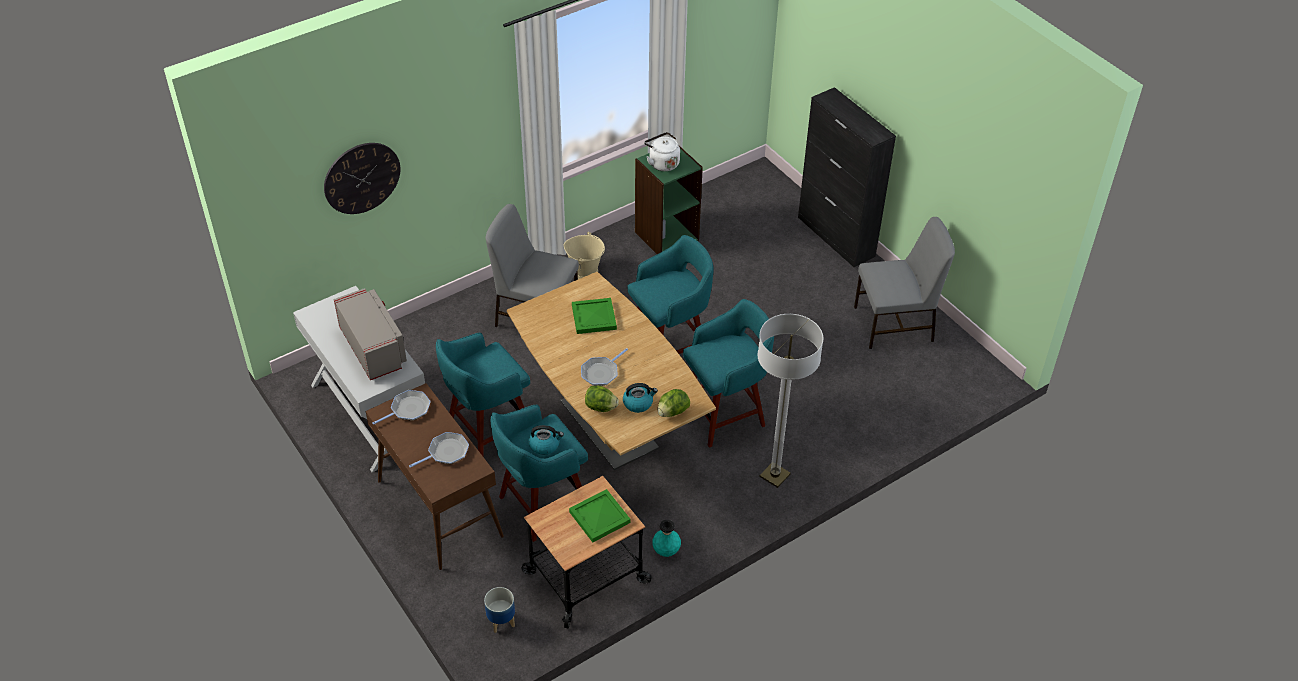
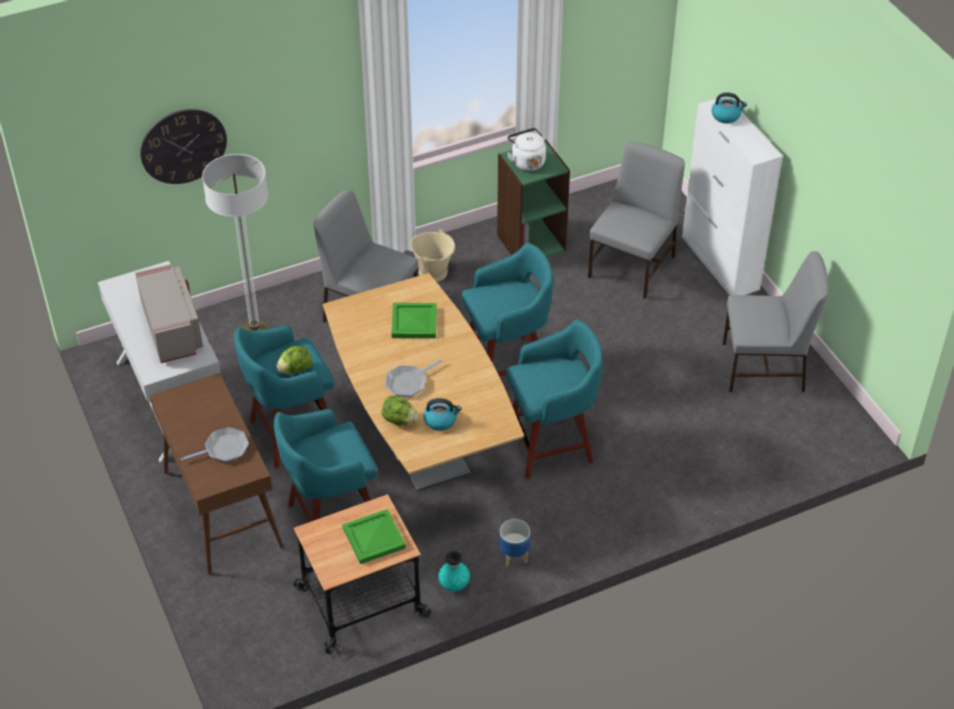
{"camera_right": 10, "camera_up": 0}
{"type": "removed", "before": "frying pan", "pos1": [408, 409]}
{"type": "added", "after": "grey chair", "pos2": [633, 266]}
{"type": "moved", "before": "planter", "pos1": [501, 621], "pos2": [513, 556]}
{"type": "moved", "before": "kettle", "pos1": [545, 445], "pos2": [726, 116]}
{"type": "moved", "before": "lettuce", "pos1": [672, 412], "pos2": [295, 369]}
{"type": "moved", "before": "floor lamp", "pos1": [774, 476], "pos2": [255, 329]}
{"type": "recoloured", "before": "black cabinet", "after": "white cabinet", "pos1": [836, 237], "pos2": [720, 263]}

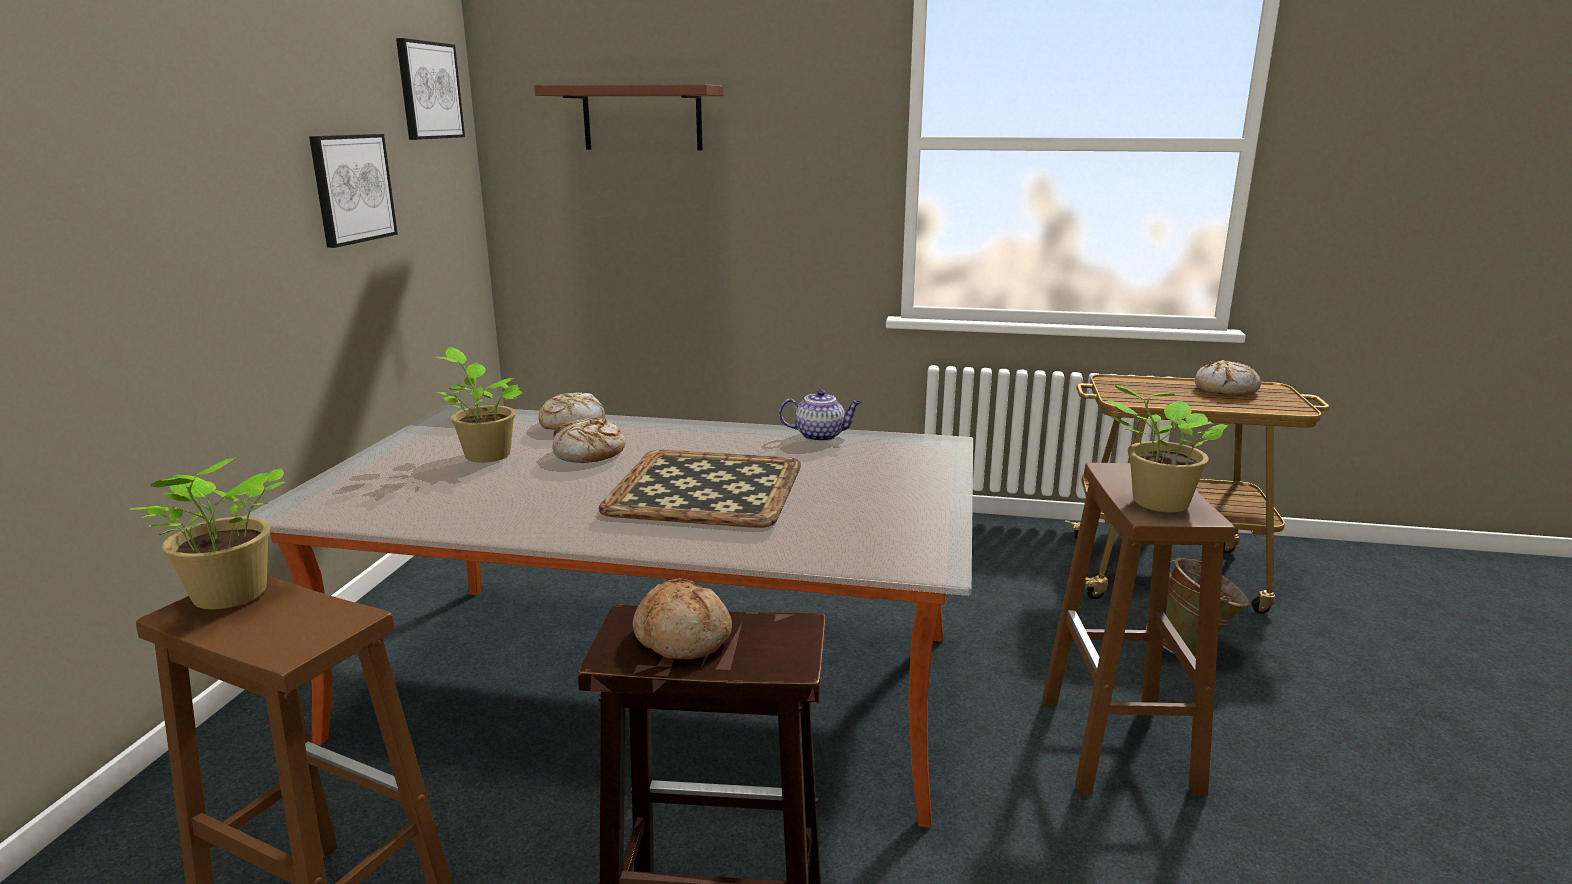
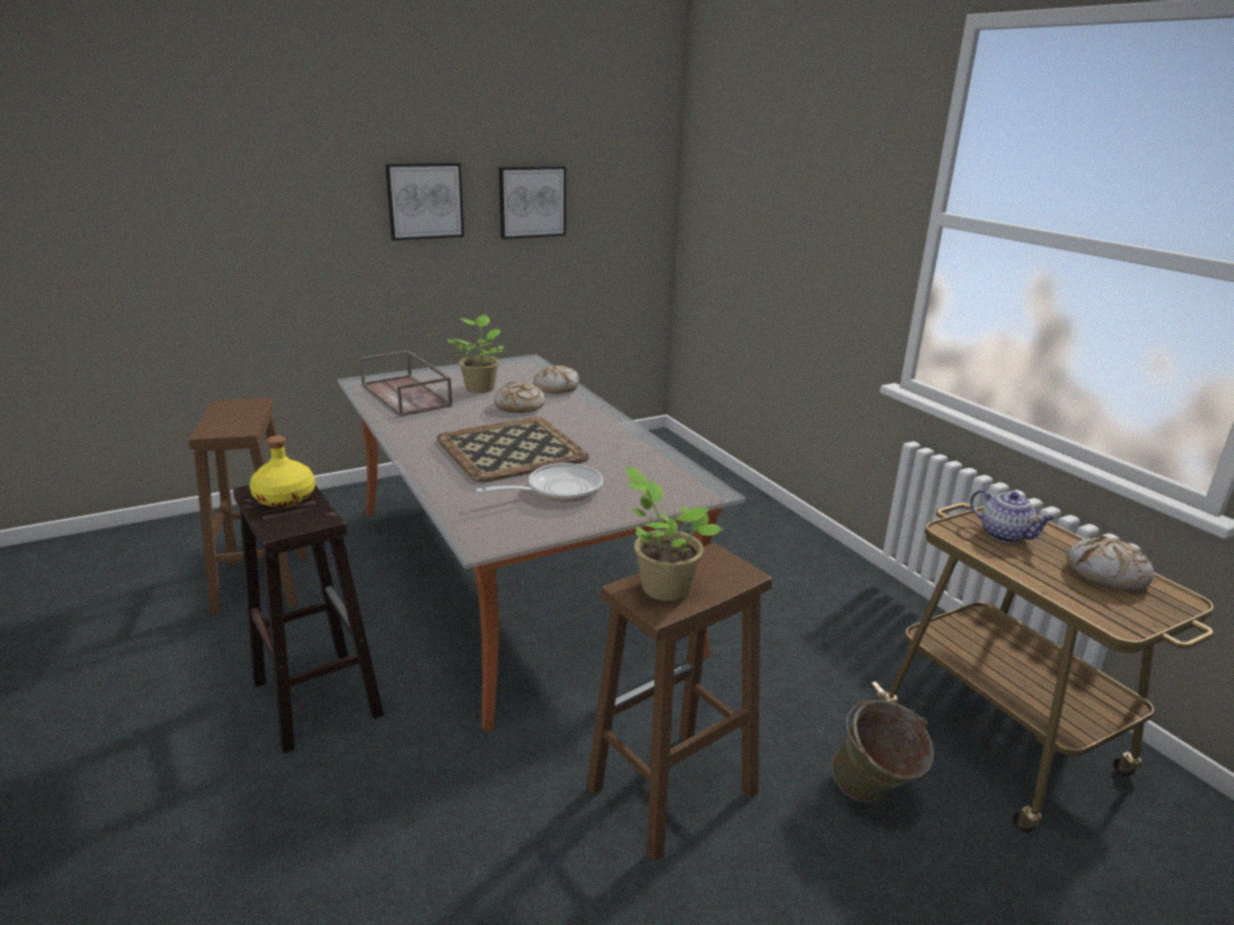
{"camera_right": 50, "camera_up": 5}
{"type": "removed", "before": "potted plant", "pos1": [228, 597]}
{"type": "removed", "before": "brown shelf", "pos1": [642, 118]}
{"type": "added", "after": "brown tray", "pos2": [407, 395]}
{"type": "added", "after": "frying pan", "pos2": [558, 490]}
{"type": "moved", "before": "picture", "pos1": [428, 90], "pos2": [425, 201]}
{"type": "moved", "before": "teapot", "pos1": [820, 436], "pos2": [1005, 535]}
{"type": "replaced", "before": "bread", "after": "yellow bottle", "pos1": [683, 637], "pos2": [285, 498]}

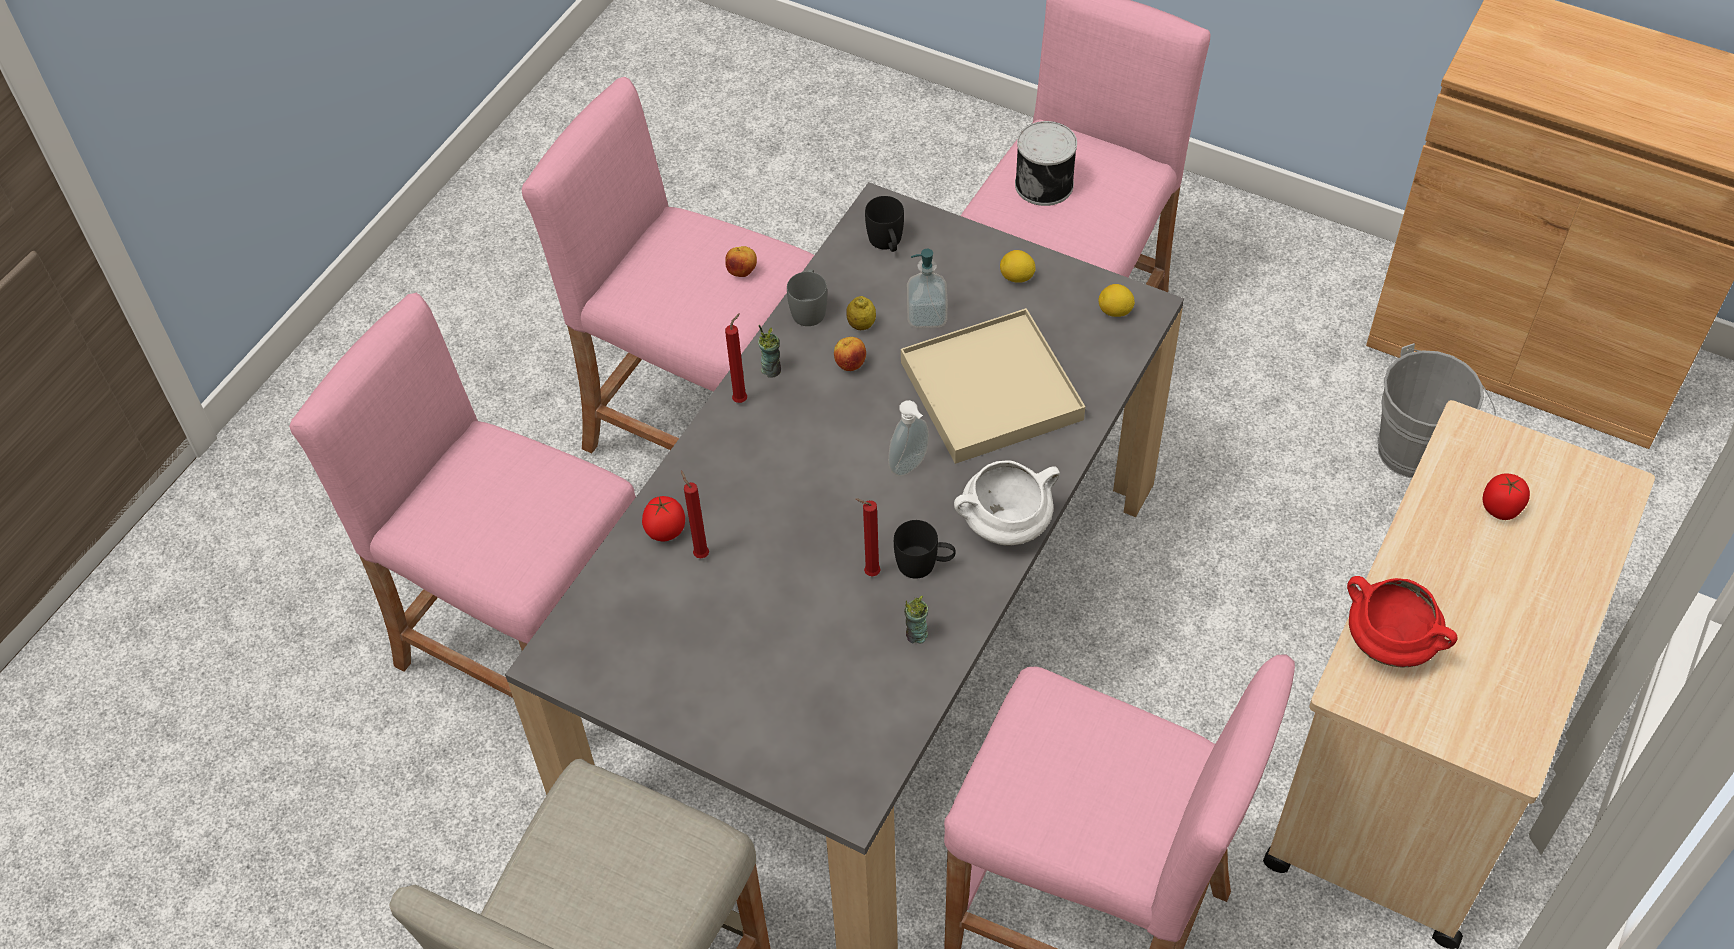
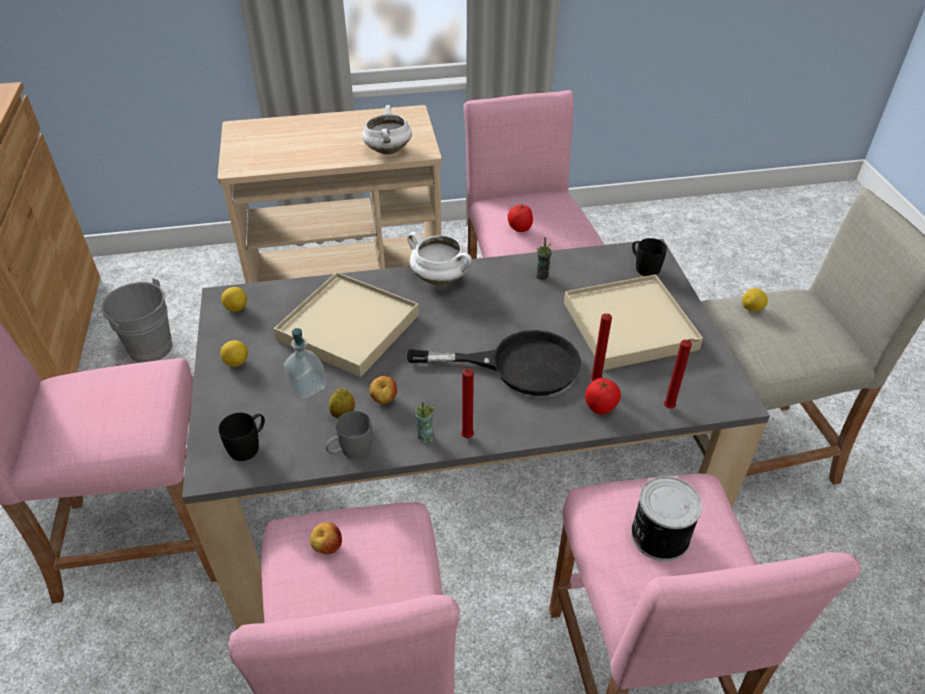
{"camera_right": -130, "camera_up": -10}
{"type": "removed", "before": "soap dispenser", "pos1": [910, 466]}
{"type": "added", "after": "black frying pan", "pos2": [518, 365]}
{"type": "added", "after": "beige tray", "pos2": [629, 326]}
{"type": "added", "after": "lemon", "pos2": [752, 309]}
{"type": "moved", "before": "red candle", "pos1": [869, 573], "pos2": [670, 408]}
{"type": "moved", "before": "black mug", "pos1": [924, 564], "pos2": [643, 267]}
{"type": "moved", "before": "can", "pos1": [1045, 184], "pos2": [658, 535]}
{"type": "moved", "before": "tomato", "pos1": [1501, 509], "pos2": [519, 229]}
{"type": "recoloured", "before": "red cooking pot", "after": "white cooking pot", "pos1": [1391, 642], "pos2": [387, 150]}

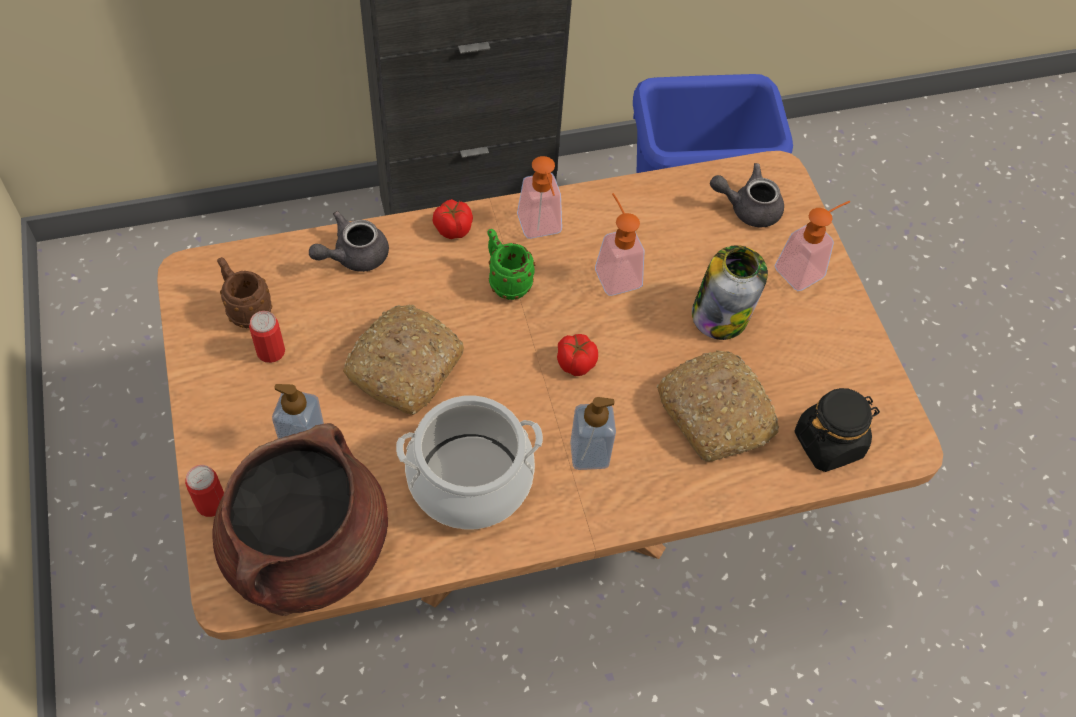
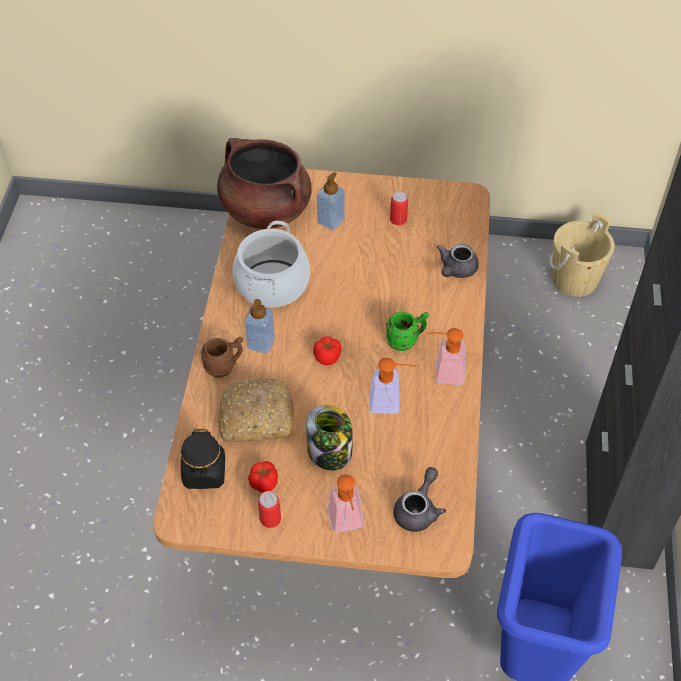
{"camera_right": 115, "camera_up": -5}
{"type": "removed", "before": "bread", "pos1": [405, 365]}
{"type": "added", "after": "beige bucket", "pos2": [574, 279]}
{"type": "moved", "before": "can", "pos1": [211, 503], "pos2": [270, 519]}
{"type": "moved", "before": "brown mug", "pos1": [246, 309], "pos2": [224, 366]}
{"type": "moved", "before": "tomato", "pos1": [452, 229], "pos2": [264, 482]}
{"type": "turned", "before": "grey teapot", "pos1": [353, 256], "pos2": [456, 270], "turn": -135}

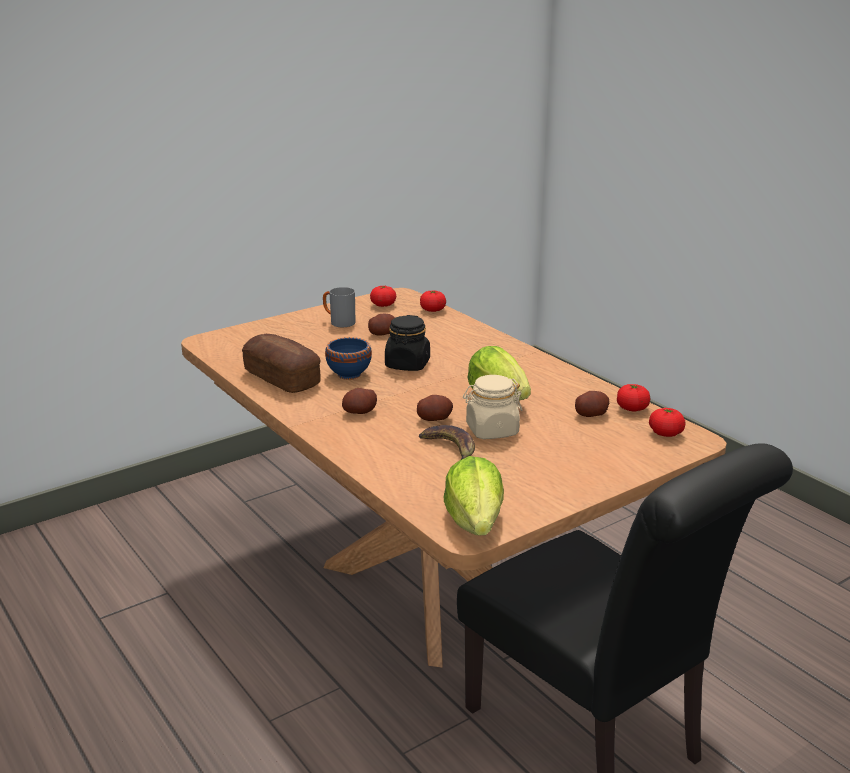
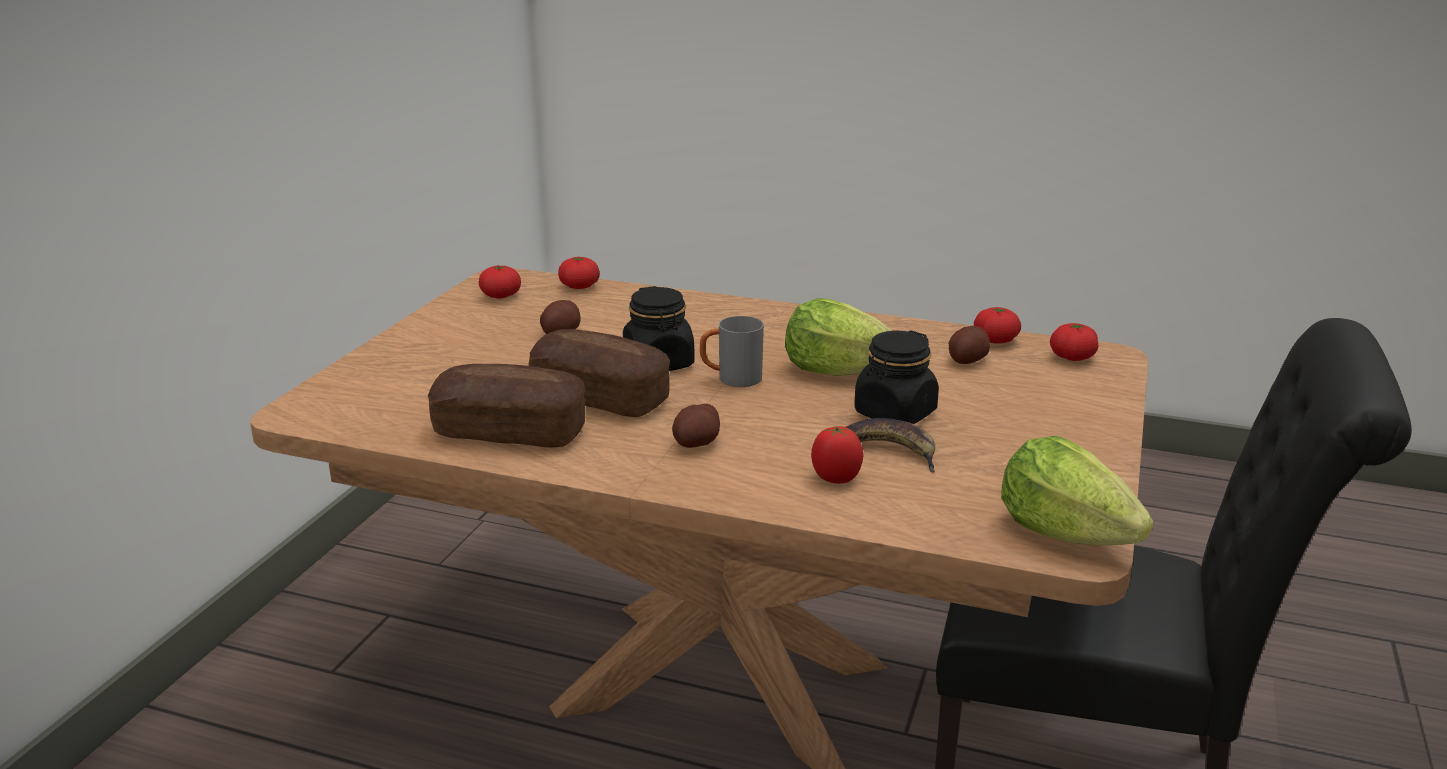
{"camera_right": -35, "camera_up": 0}
{"type": "removed", "before": "potato", "pos1": [434, 419]}
{"type": "added", "after": "tomato", "pos2": [835, 478]}
{"type": "moved", "before": "grey mug", "pos1": [338, 322], "pos2": [731, 379]}
{"type": "replaced", "before": "blue bowl", "after": "bread", "pos1": [349, 374], "pos2": [600, 397]}
{"type": "recoloured", "before": "beige jar", "after": "black jar", "pos1": [491, 430], "pos2": [895, 413]}

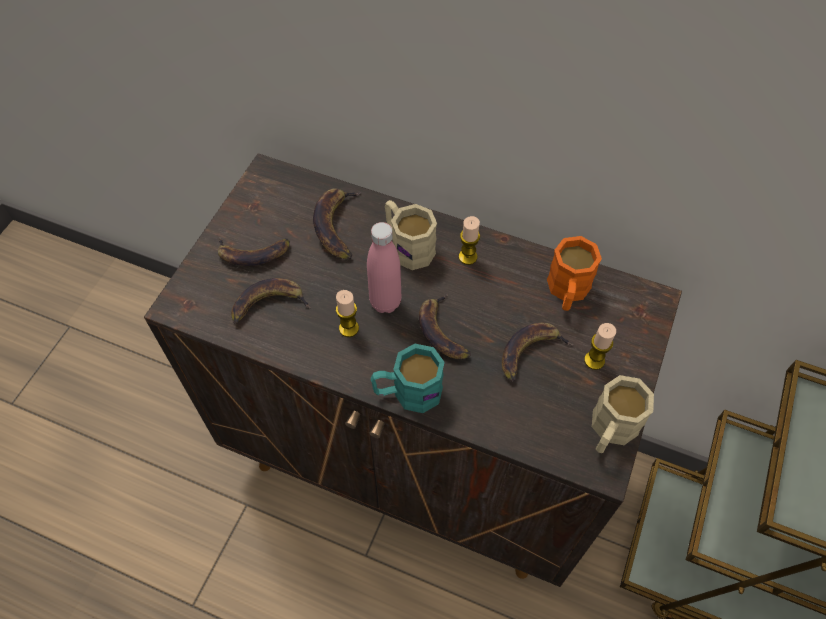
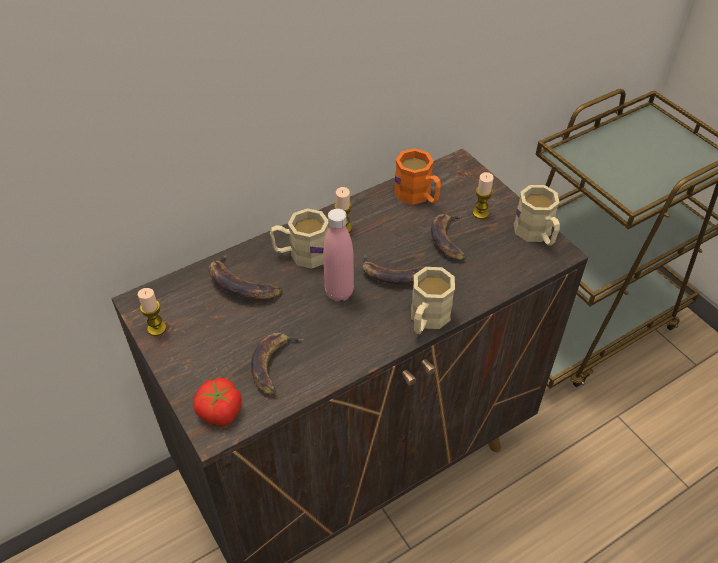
{"camera_right": -55, "camera_up": -10}
{"type": "removed", "before": "banana", "pos1": [253, 253]}
{"type": "added", "after": "tomato", "pos2": [219, 411]}
{"type": "moved", "before": "candle", "pos1": [349, 328], "pos2": [157, 328]}
{"type": "recoloured", "before": "turquoise mug", "after": "beige mug", "pos1": [407, 392], "pos2": [427, 320]}

